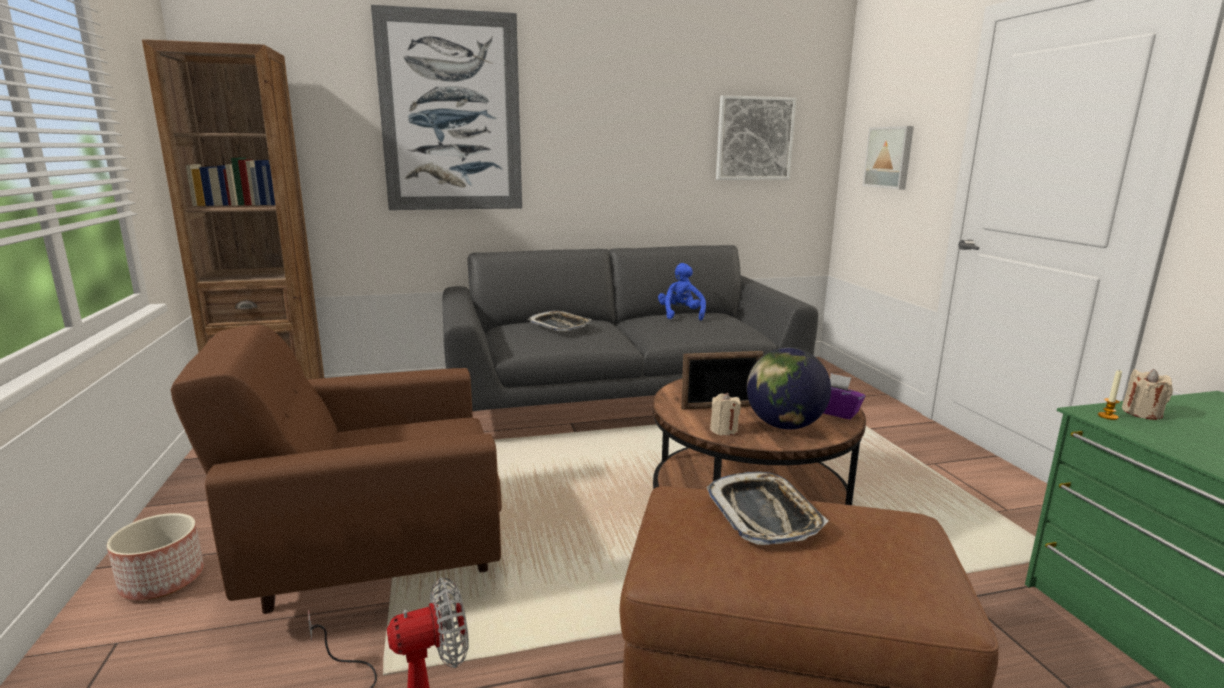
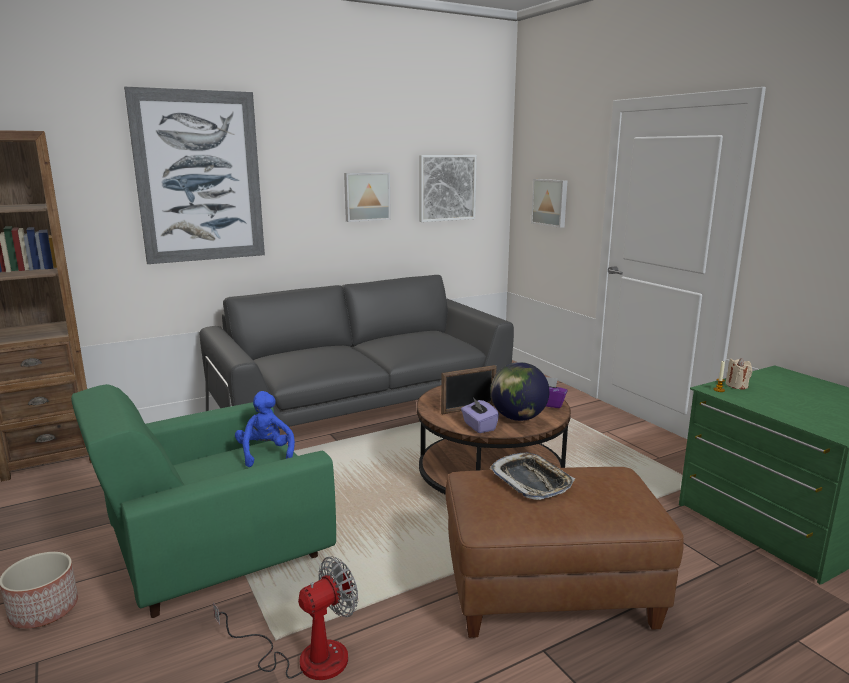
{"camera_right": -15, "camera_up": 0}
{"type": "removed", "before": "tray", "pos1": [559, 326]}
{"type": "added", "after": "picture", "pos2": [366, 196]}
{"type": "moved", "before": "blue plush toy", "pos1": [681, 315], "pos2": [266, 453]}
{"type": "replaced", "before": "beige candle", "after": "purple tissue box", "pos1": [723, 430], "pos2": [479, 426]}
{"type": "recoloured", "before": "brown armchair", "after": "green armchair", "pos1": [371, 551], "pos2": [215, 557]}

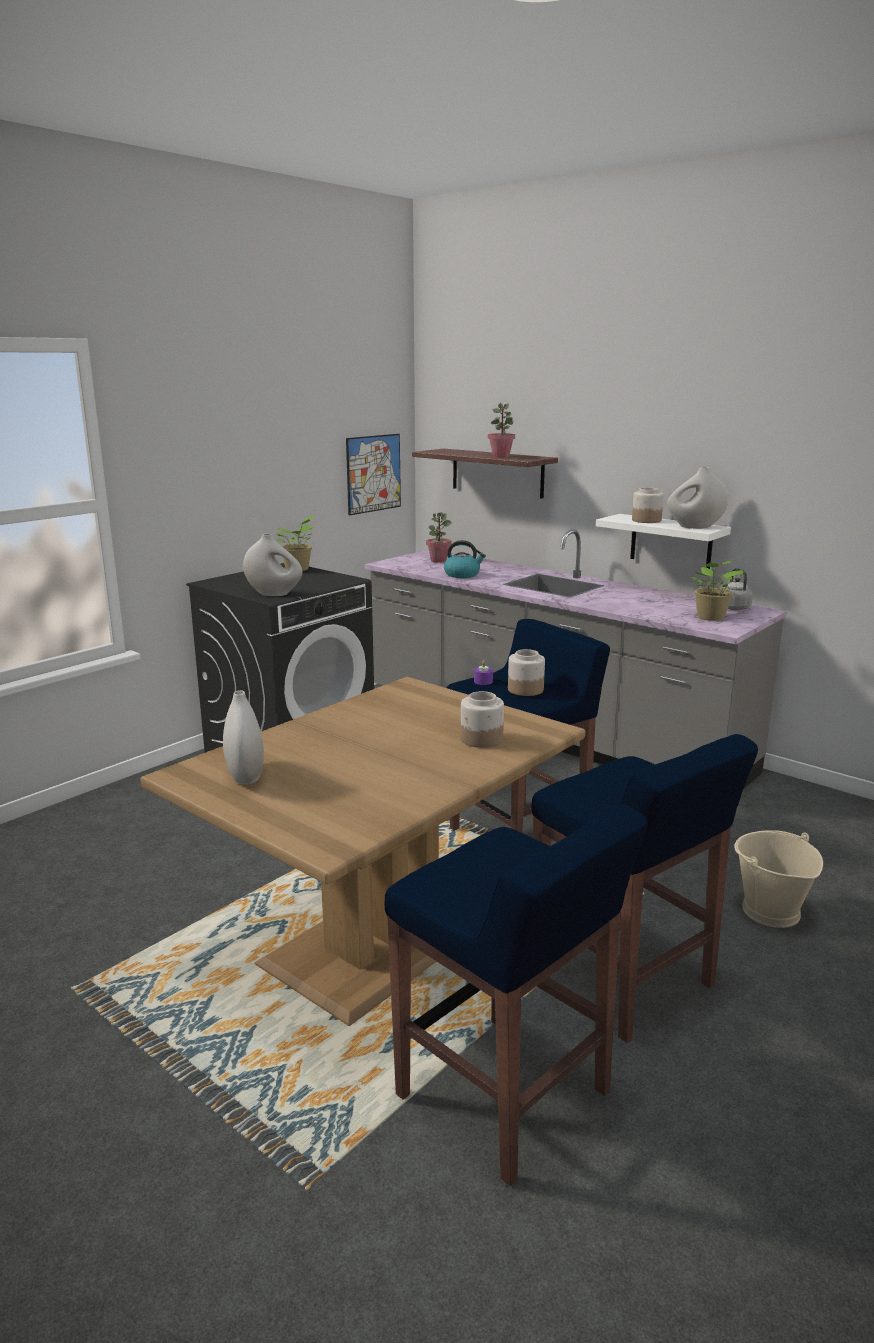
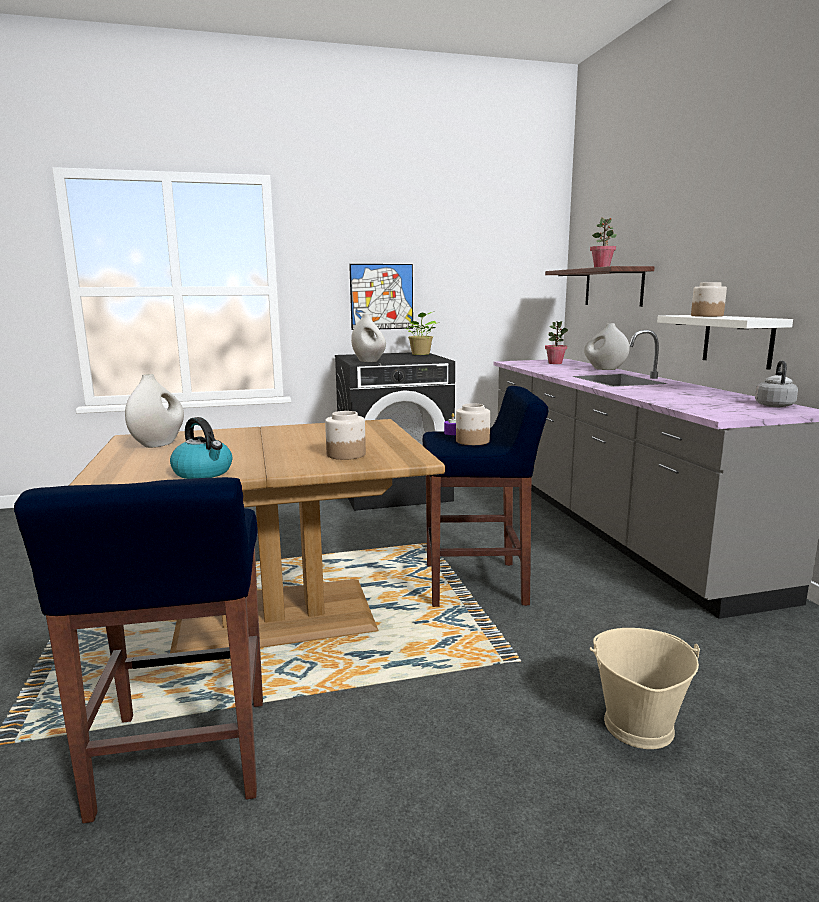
{"camera_right": 35, "camera_up": -5}
{"type": "removed", "before": "blue stool", "pos1": [624, 981]}
{"type": "removed", "before": "potted plant", "pos1": [710, 617]}
{"type": "moved", "before": "picture", "pos1": [373, 473], "pos2": [381, 297]}
{"type": "moved", "before": "kettle", "pos1": [462, 575], "pos2": [204, 473]}
{"type": "moved", "before": "white vase", "pos1": [695, 527], "pos2": [604, 369]}

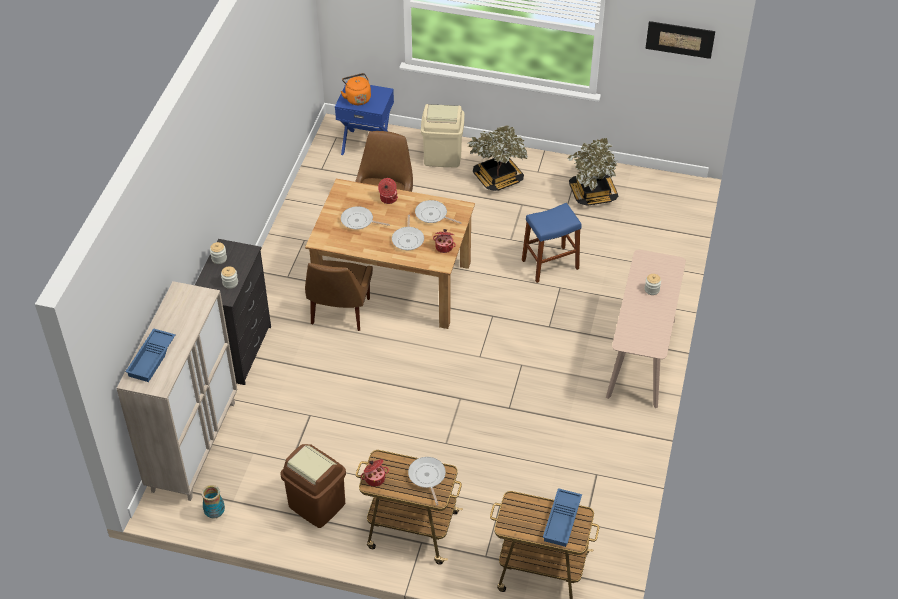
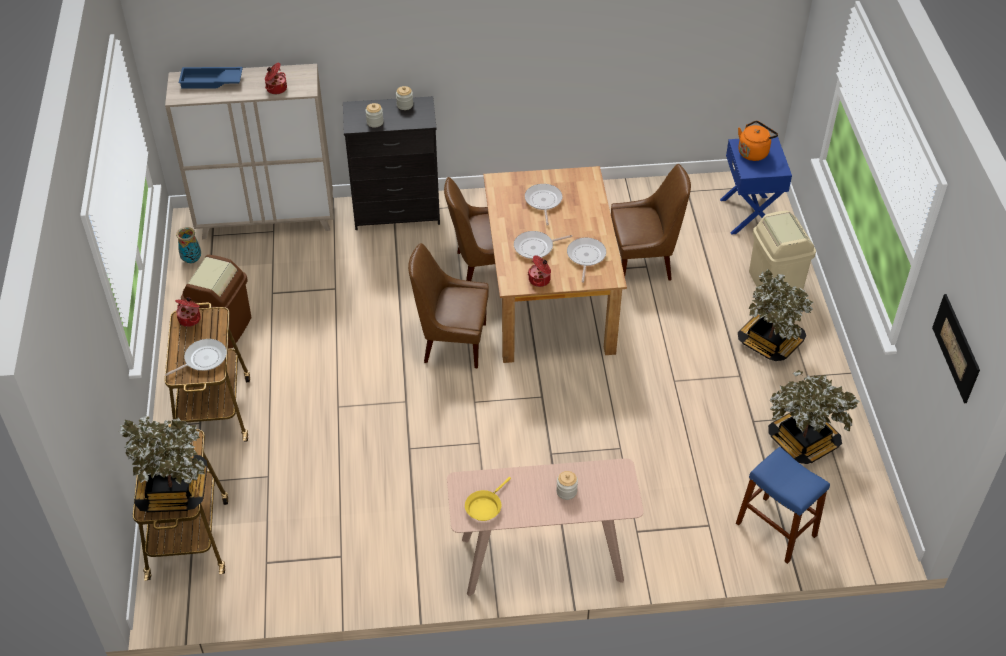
{"camera_right": 70, "camera_up": 0}
{"type": "added", "after": "brown chair", "pos2": [452, 342]}
{"type": "added", "after": "yellow frying pan", "pos2": [485, 507]}
{"type": "moved", "before": "cooking pot", "pos1": [388, 199], "pos2": [276, 88]}
{"type": "moved", "before": "blue stool", "pos1": [550, 264], "pos2": [776, 529]}
{"type": "replaced", "before": "blue tray", "after": "potted plant", "pos1": [562, 521], "pos2": [173, 490]}

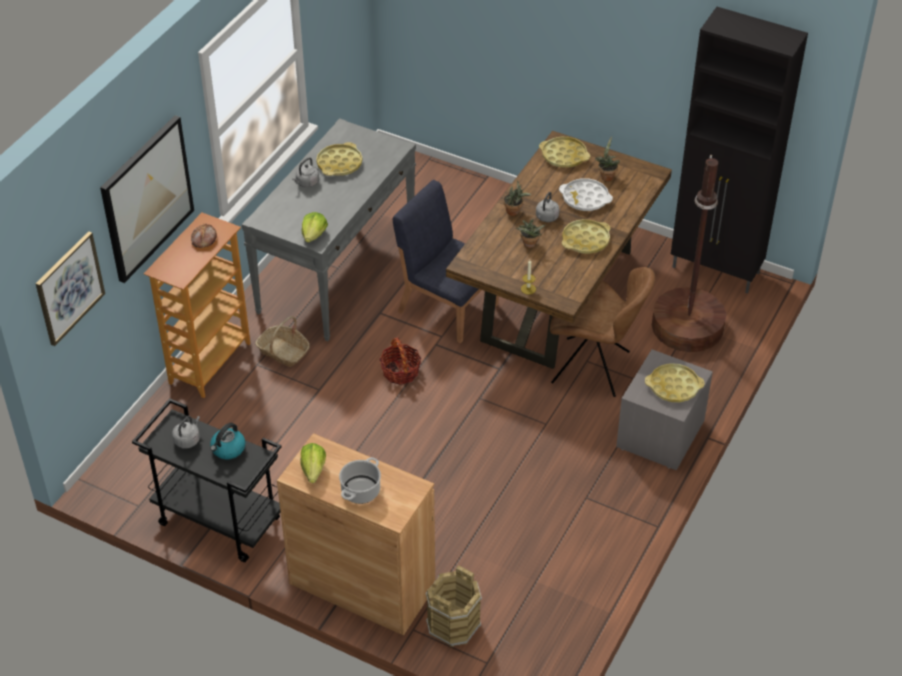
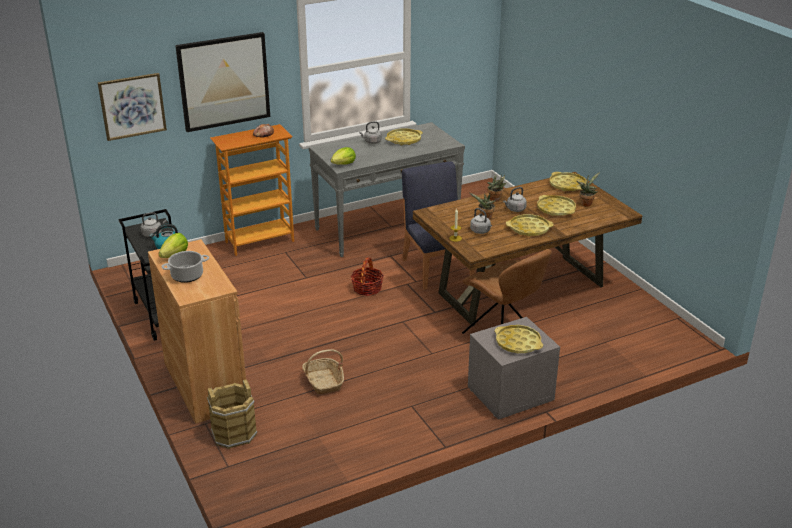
{"camera_right": 35, "camera_up": -15}
{"type": "removed", "before": "brown floor lamp", "pos1": [687, 327]}
{"type": "removed", "before": "black cabinet", "pos1": [716, 271]}
{"type": "added", "after": "grey kettle", "pos2": [481, 231]}
{"type": "moved", "before": "basket", "pos1": [283, 352], "pos2": [323, 382]}
{"type": "recoloured", "before": "white tray", "after": "yellow tray", "pos1": [585, 198], "pos2": [556, 209]}

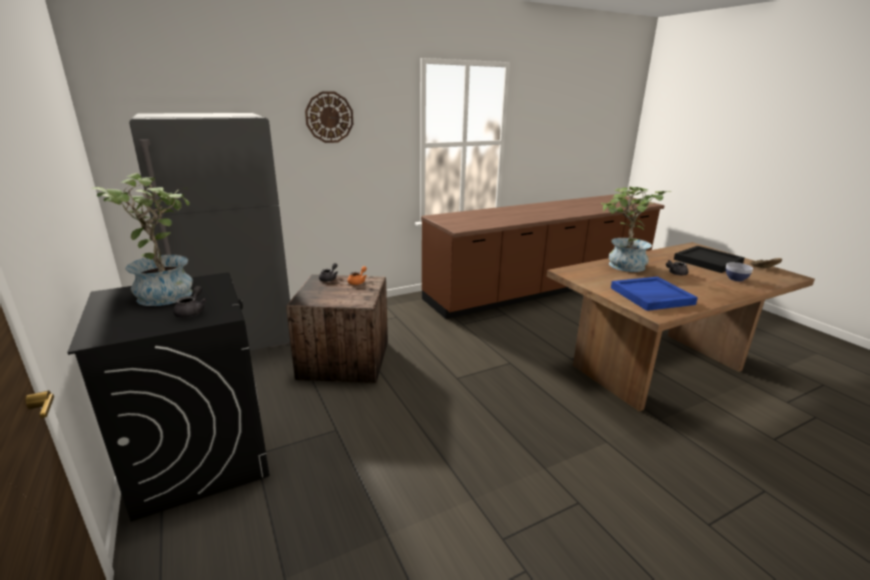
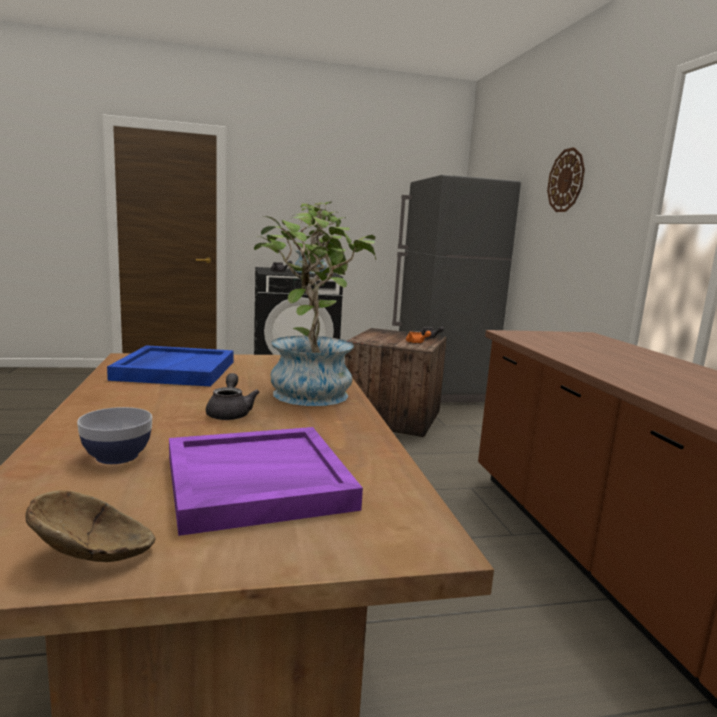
{"camera_right": 105, "camera_up": -10}
{"type": "recoloured", "before": "black tray", "after": "purple tray", "pos1": [708, 261], "pos2": [256, 483]}

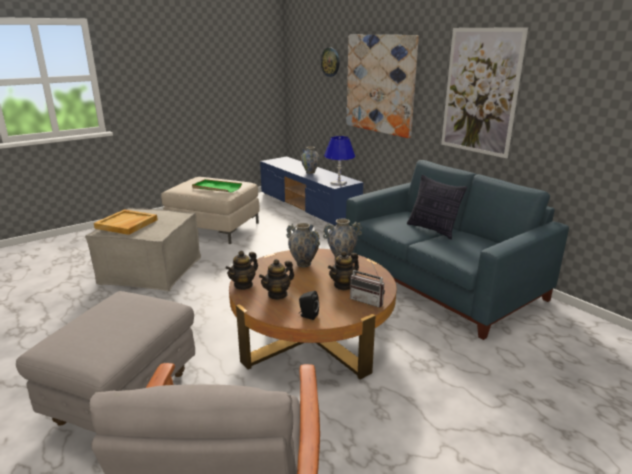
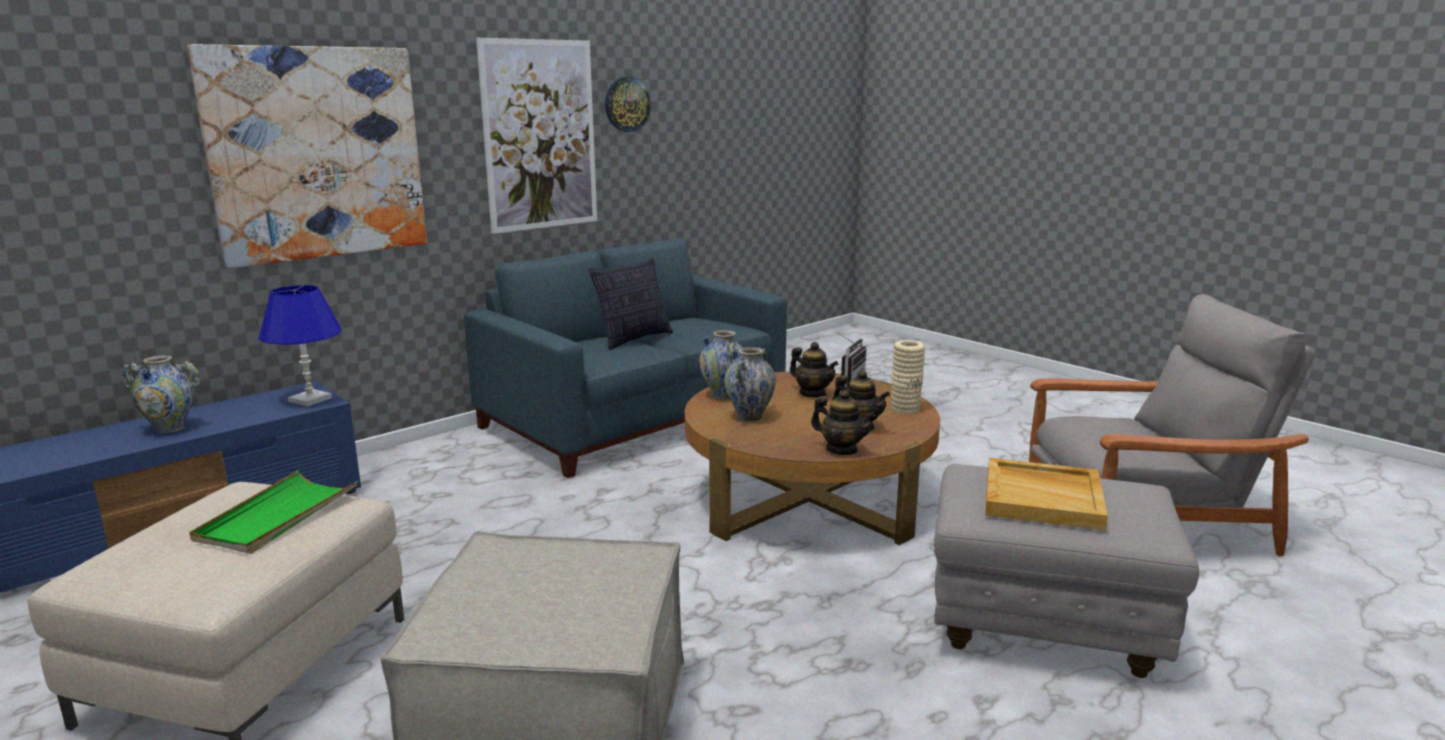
{"camera_right": -95, "camera_up": -5}
{"type": "moved", "before": "beige tray", "pos1": [126, 224], "pos2": [1043, 498]}
{"type": "moved", "before": "wall clock", "pos1": [330, 62], "pos2": [627, 104]}
{"type": "replaced", "before": "black speaker", "after": "beige vase", "pos1": [308, 315], "pos2": [905, 409]}

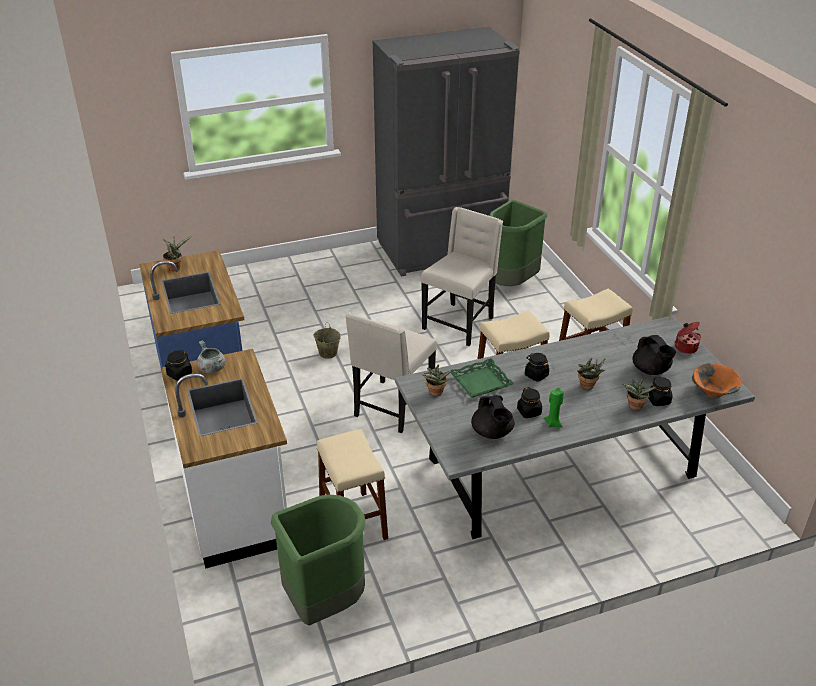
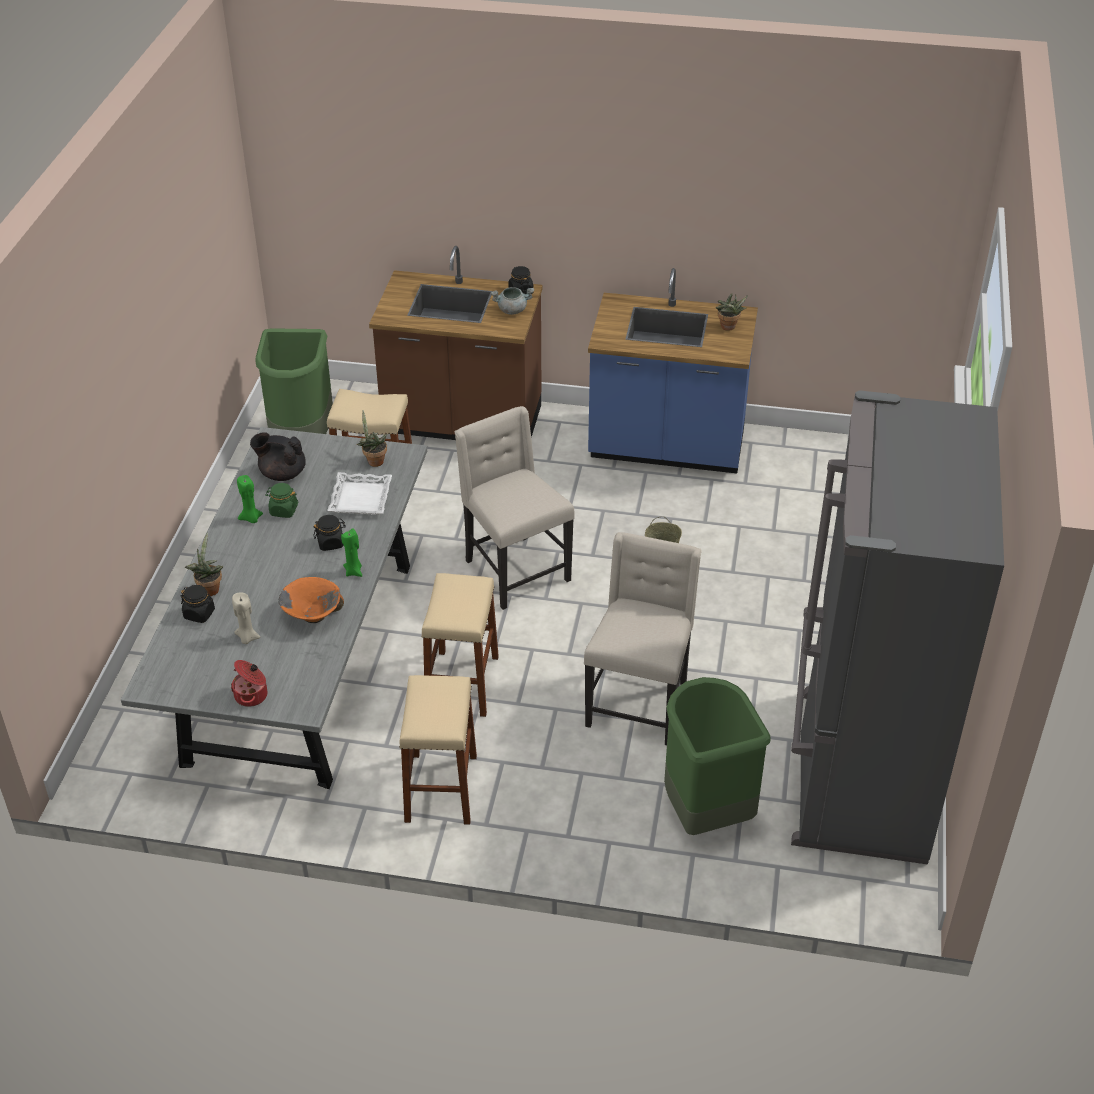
{"camera_right": 120, "camera_up": 5}
{"type": "removed", "before": "potted plant", "pos1": [588, 387]}
{"type": "added", "after": "green candle", "pos2": [354, 571]}
{"type": "moved", "before": "orange bowl", "pos1": [713, 393], "pos2": [313, 616]}
{"type": "replaced", "before": "black teapot", "after": "beige candle", "pos1": [651, 370], "pos2": [247, 638]}
{"type": "recoloured", "before": "white counter", "after": "brown counter", "pos1": [237, 505], "pos2": [462, 424]}
{"type": "recoloured", "before": "green tray", "after": "white tray", "pos1": [481, 382], "pos2": [360, 498]}
{"type": "recoloured", "before": "black jar", "after": "green jar", "pos1": [529, 412], "pos2": [283, 510]}
{"type": "turned", "before": "beige chair", "pos1": [459, 323], "pos2": [639, 703], "turn": -135}

